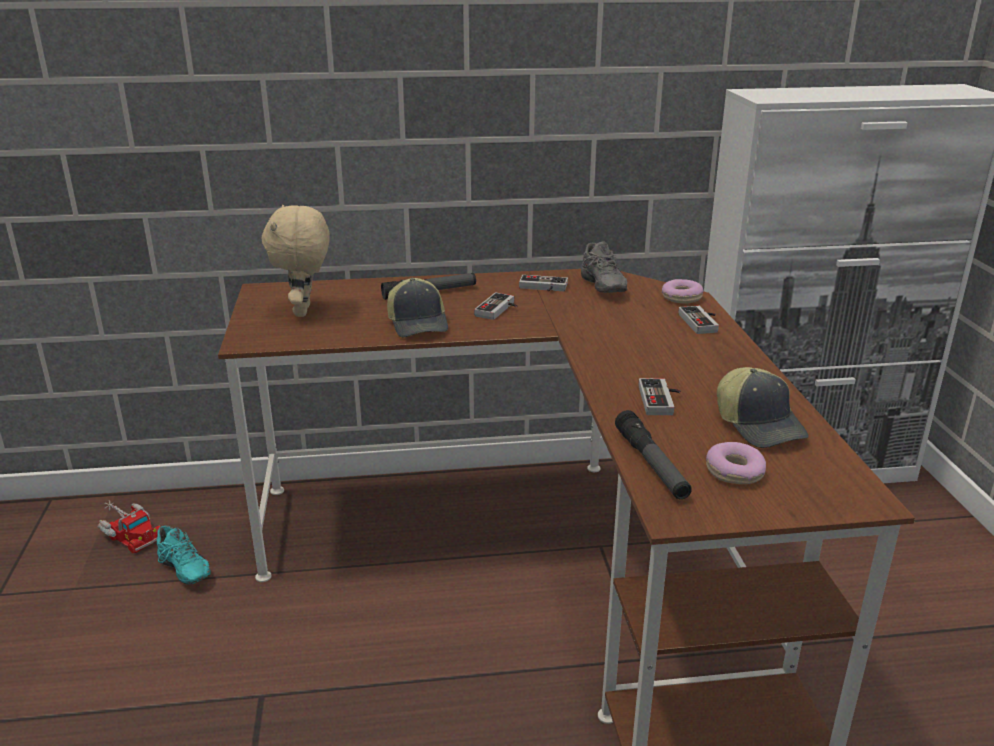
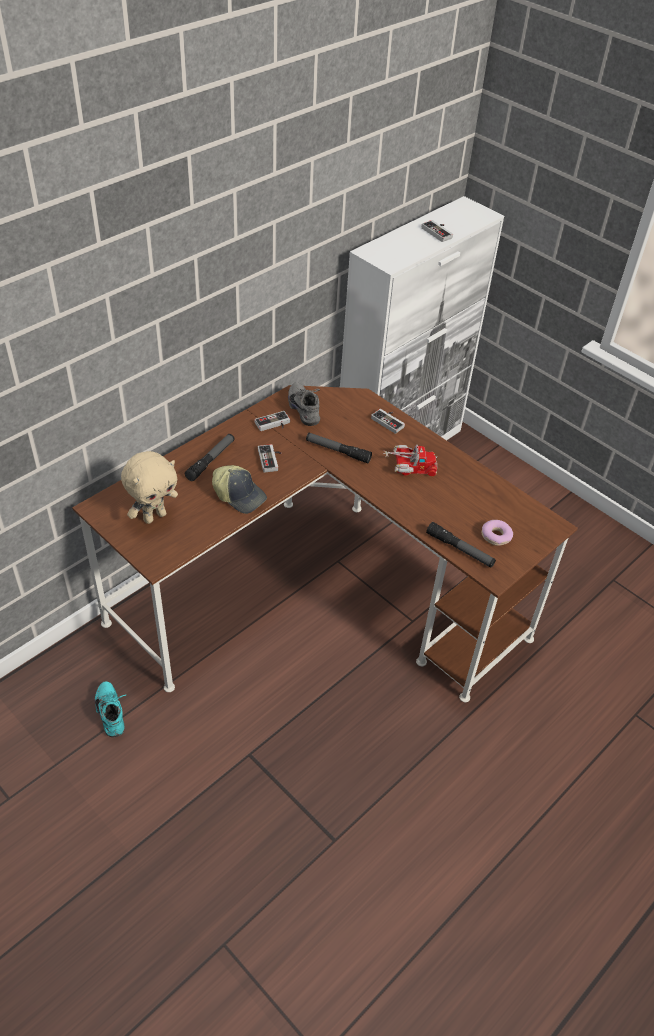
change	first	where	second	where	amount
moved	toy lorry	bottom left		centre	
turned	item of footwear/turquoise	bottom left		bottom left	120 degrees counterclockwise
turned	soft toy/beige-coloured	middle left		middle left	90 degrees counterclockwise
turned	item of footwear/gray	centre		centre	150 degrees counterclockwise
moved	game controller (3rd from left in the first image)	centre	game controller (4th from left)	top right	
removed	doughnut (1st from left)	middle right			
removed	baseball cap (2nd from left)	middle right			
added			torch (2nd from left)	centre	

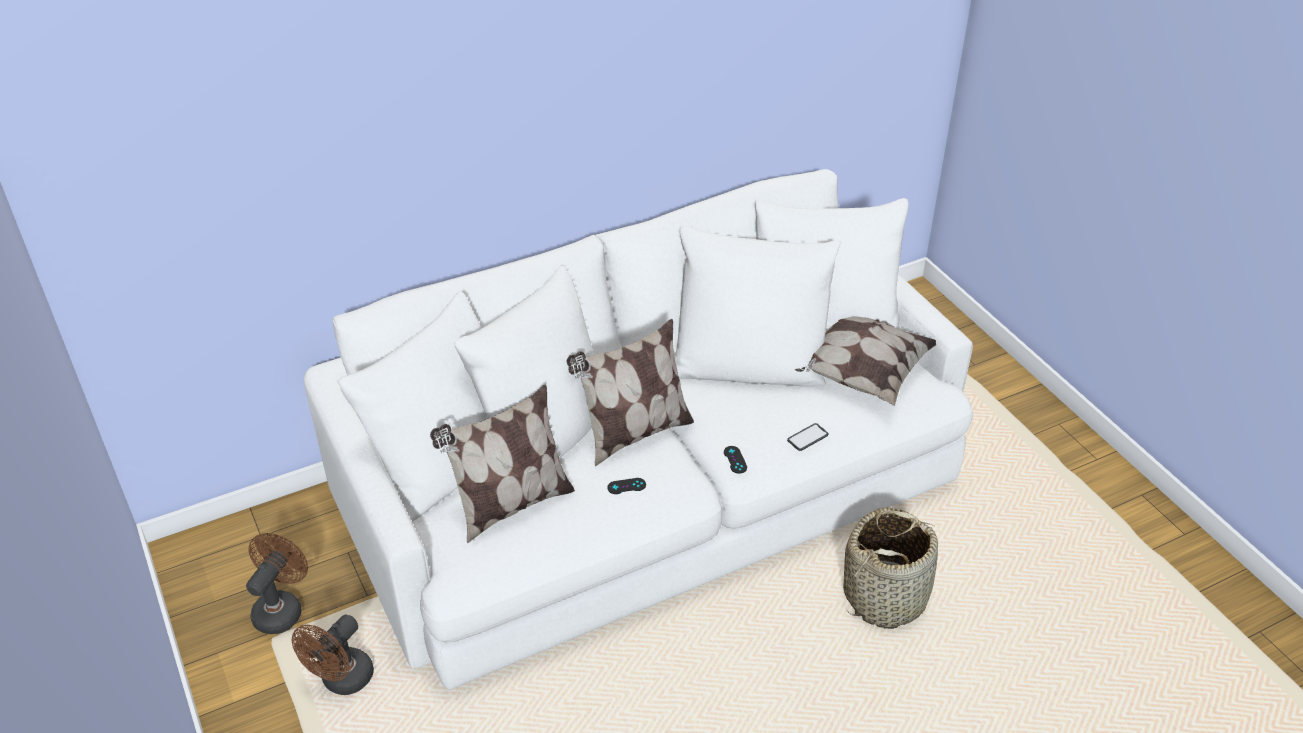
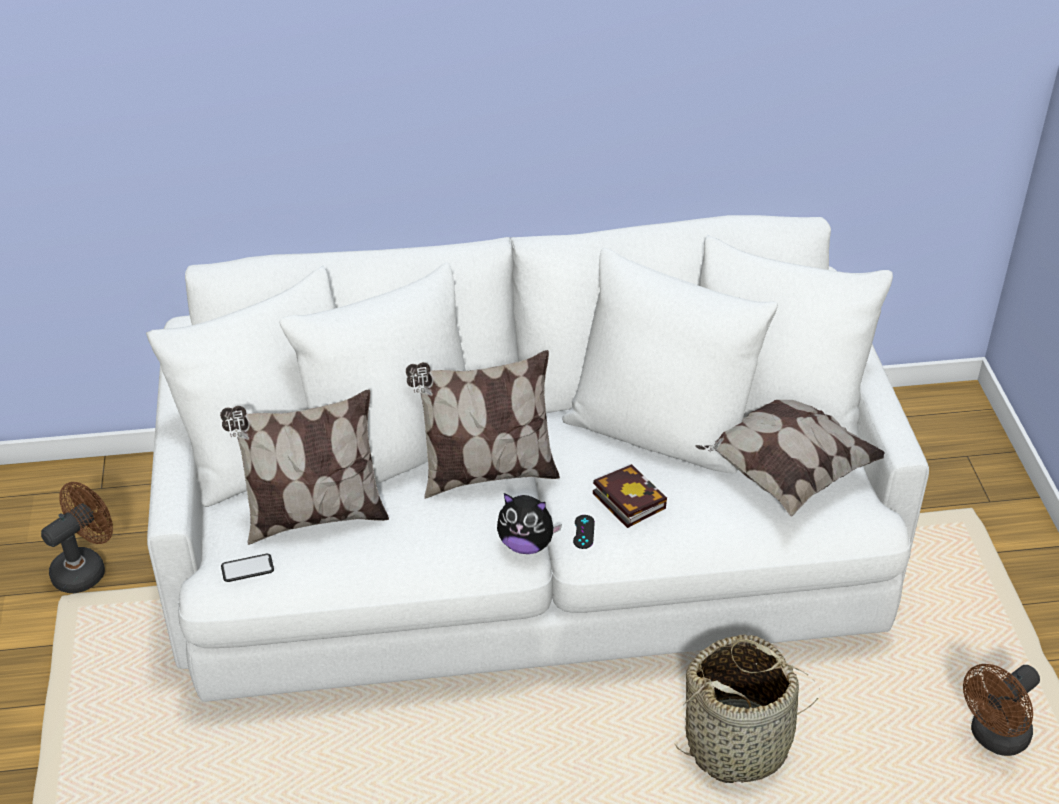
change	first	where	second	where	amount
moved	fan/brownish (2nd from left)	bottom left		bottom right	
removed	game controller/blackish (1st from left)	centre			
moved	telephone	centre		bottom left	
added			soft toy	centre	
added			book	centre	

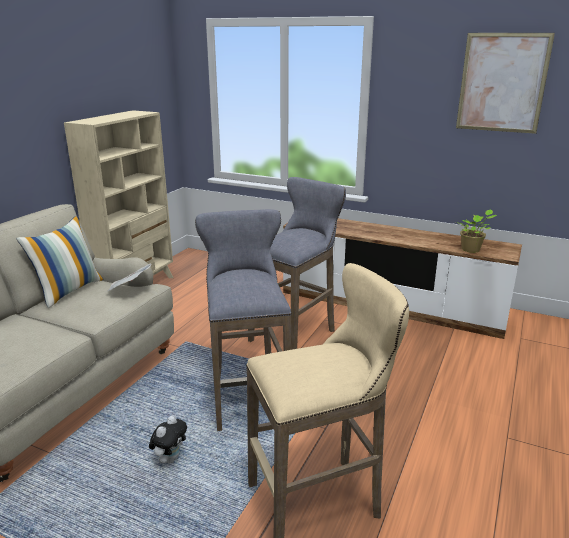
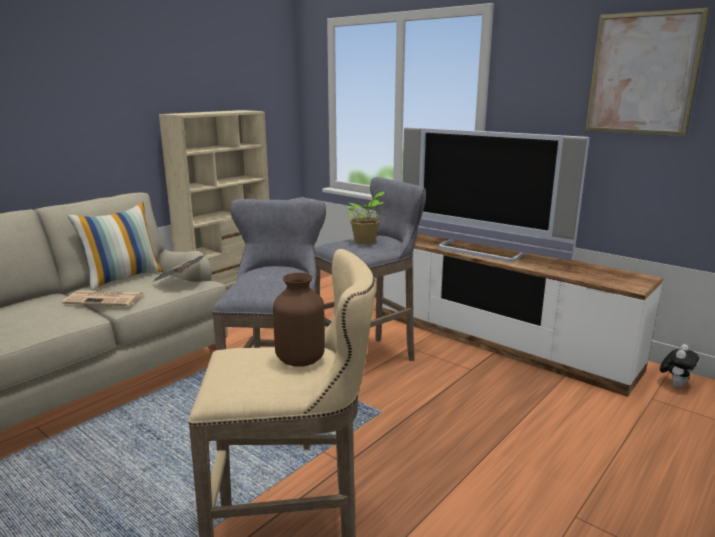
change	first	where	second	where	amount
moved	soft toy	bottom left		bottom right	
moved	potted plant	middle right		centre	
added			printed paper (1st from left)	middle left	
added			decorative vase/brownish	centre	
added			TV	middle right	

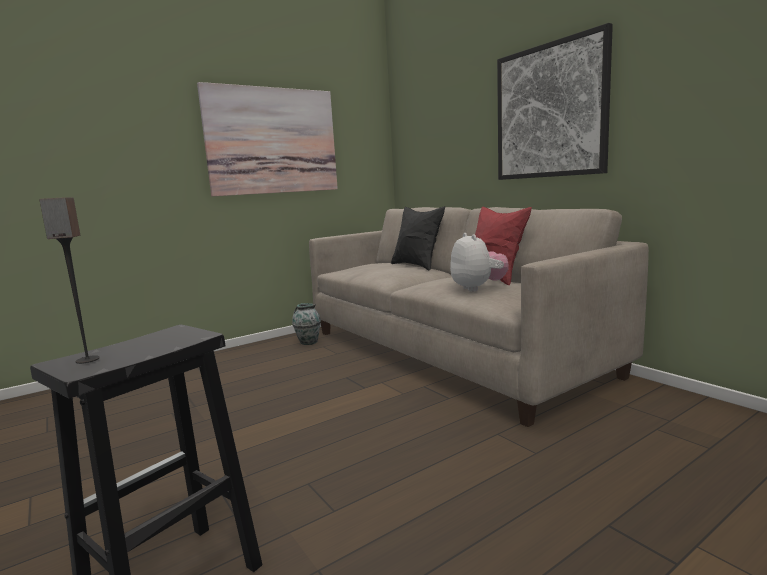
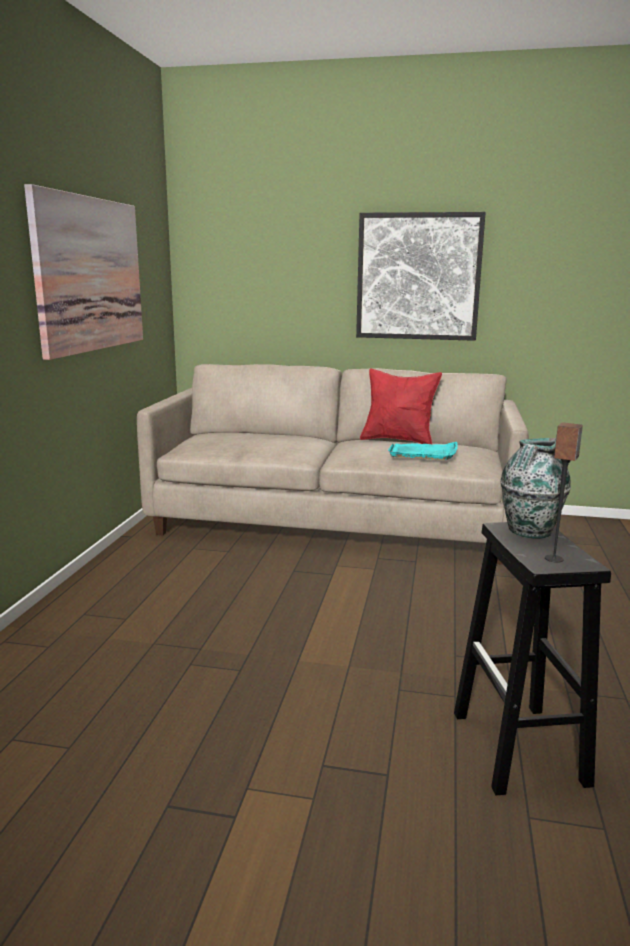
change	first	where	second	where	amount
moved	decorative vase	centre		middle right	
removed	cushion/blackish	centre			
replaced	soft toy	centre	serving tray/turquoise	middle right	

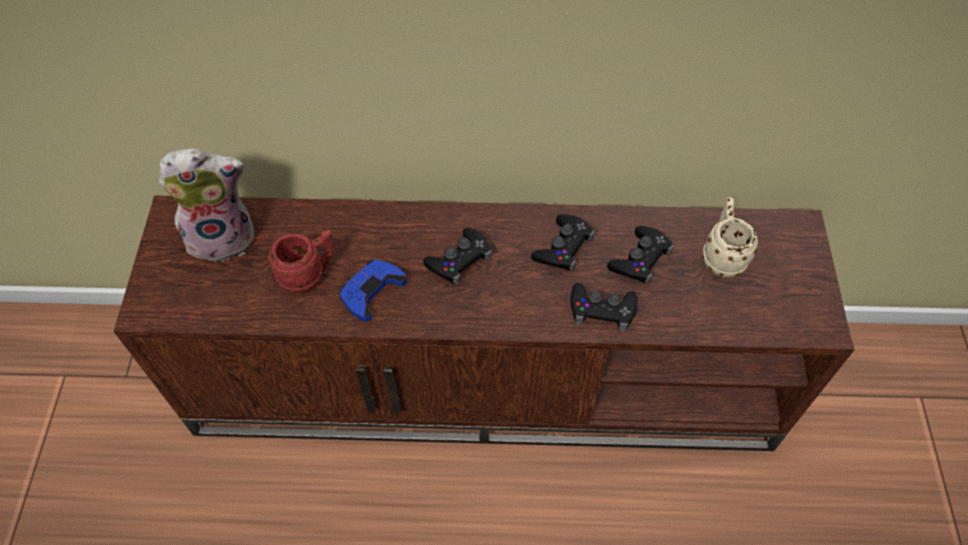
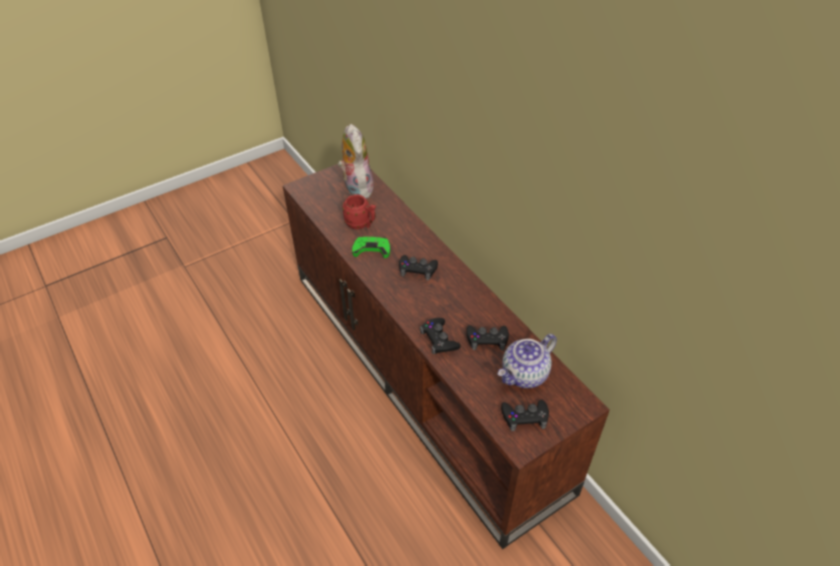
change	first	where	second	where	amount
turned	soft toy	middle left		top centre	150 degrees counterclockwise
recoloured	game controller/bluish	centre	game controller/green	centre	
moved	game controller/blackish (2nd from left in the first image)	centre	game controller/blackish (4th from left)	bottom centre	
replaced	tea mug/beige-coloured	middle right	tea pot	centre	

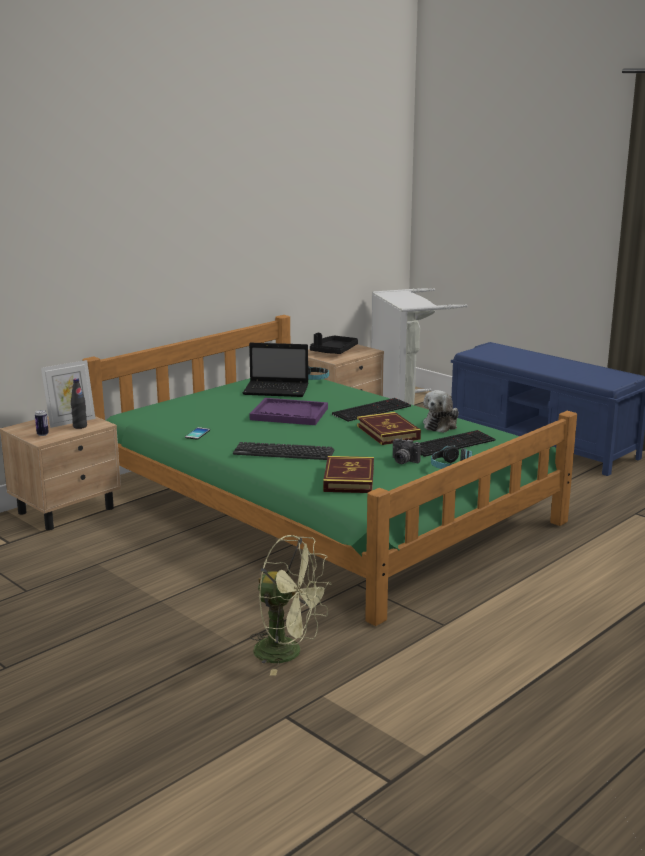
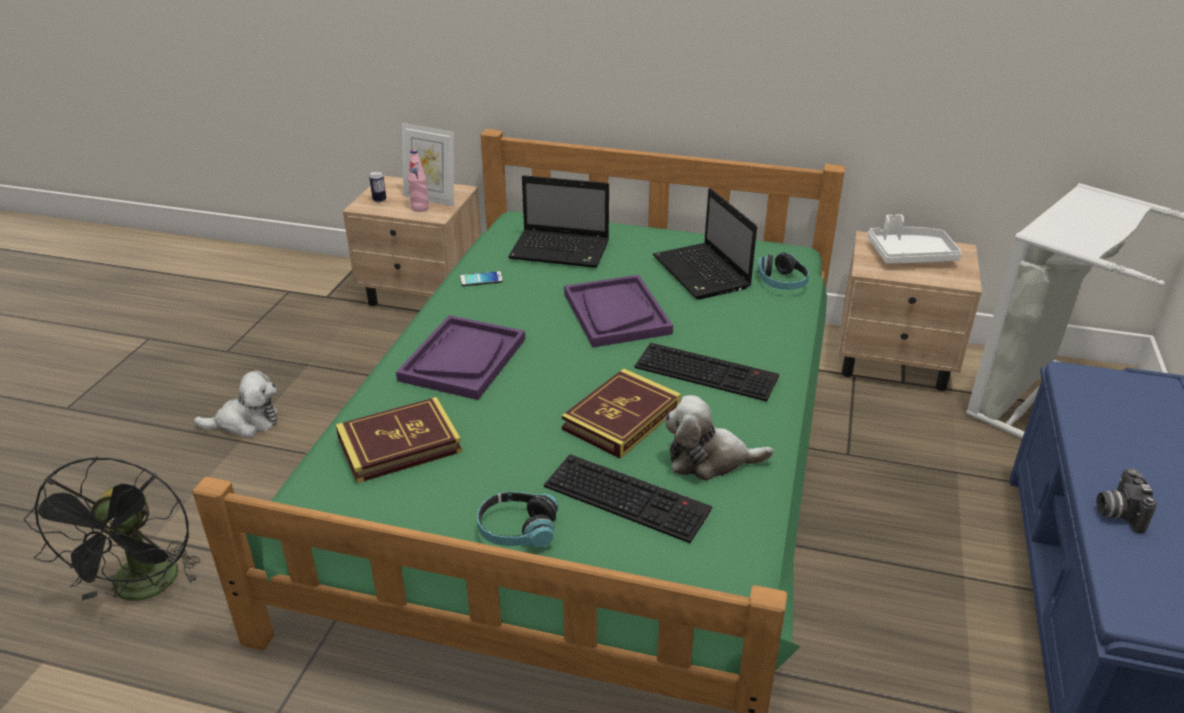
change	first	where	second	where	amount
recoloured	drink bottle/blackish	middle left	drink bottle/pink	top centre	
replaced	computer keyboard (1st from left)	centre	serving tray/purplish (1st from left)	centre	
recoloured	fan/green	bottom centre	fan/blackish	bottom left	
recoloured	serving tray/blackish	centre	serving tray/white-coloured	middle right	
moved	still camera	centre		bottom right	
added			soft toy (1st from left)	middle left	
added			portable computer (1st from left)	top centre	

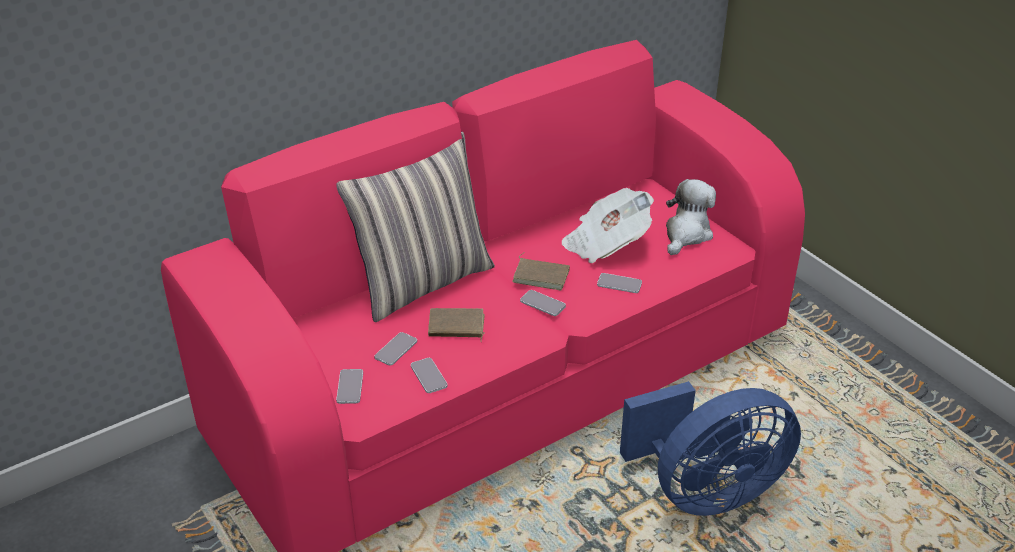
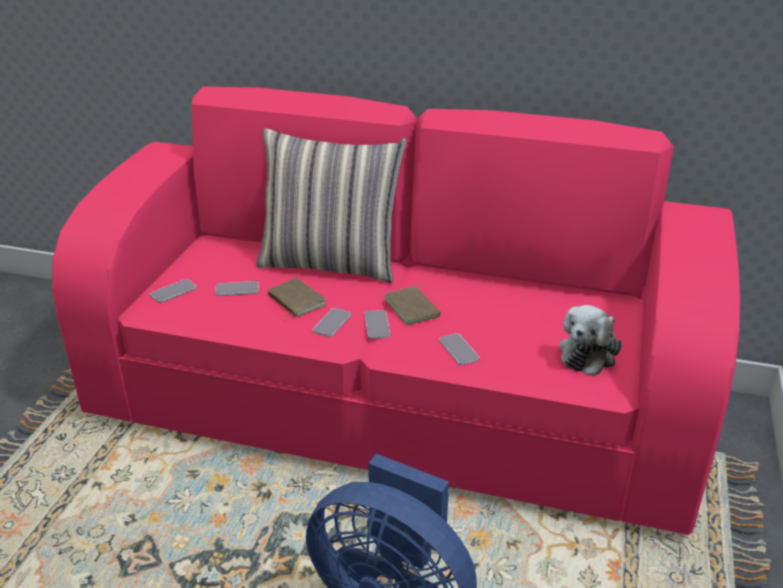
change	first	where	second	where	amount
moved	telephone (3rd from left)	bottom centre		centre	
removed	printed paper	centre			
turned	soft toy	middle right		middle right	135 degrees clockwise

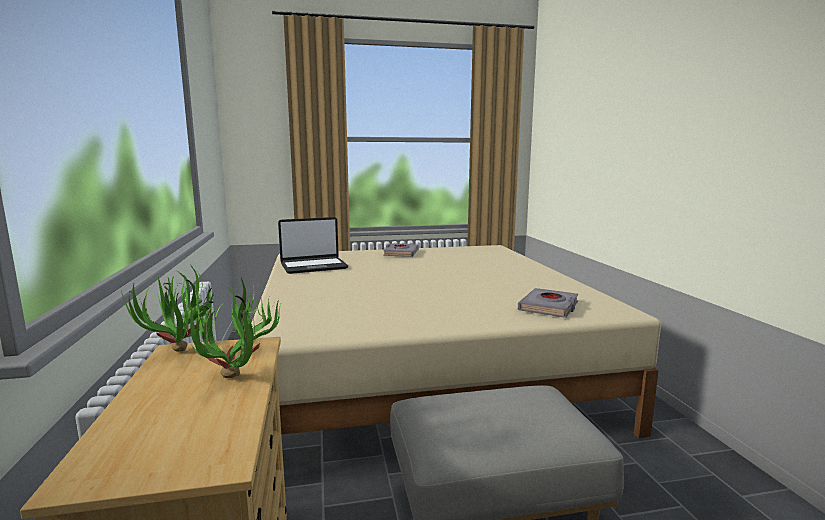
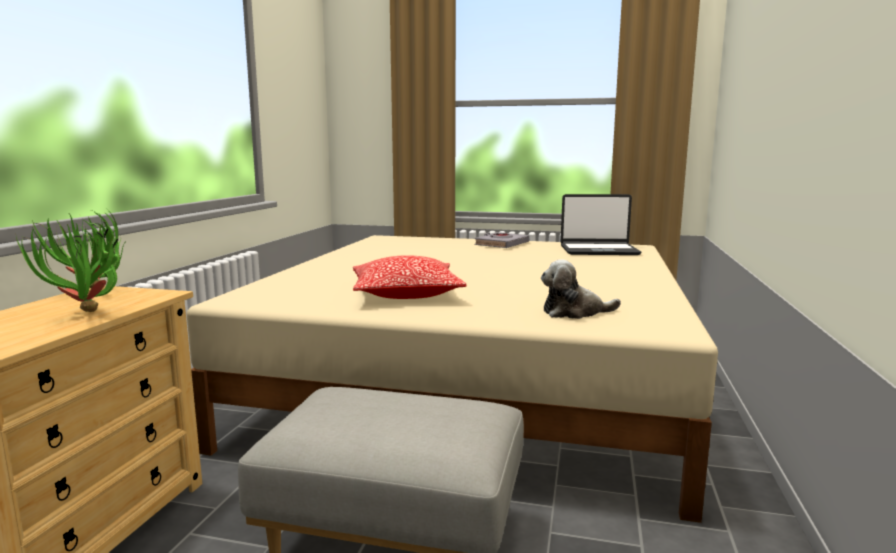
change	first	where	second	where	amount
moved	portable computer	centre		middle right	
replaced	book/gray (2nd from left)	centre	soft toy	centre	
added			cushion	centre	

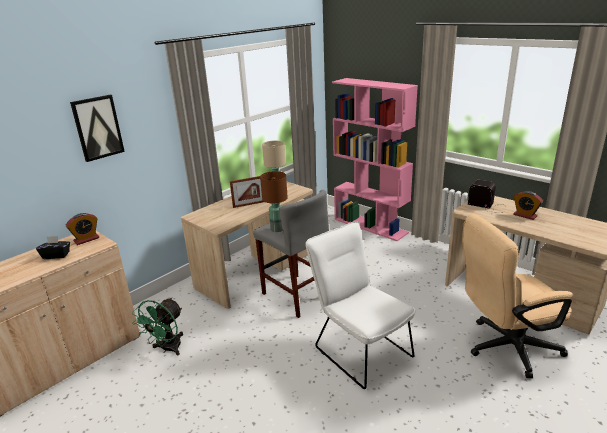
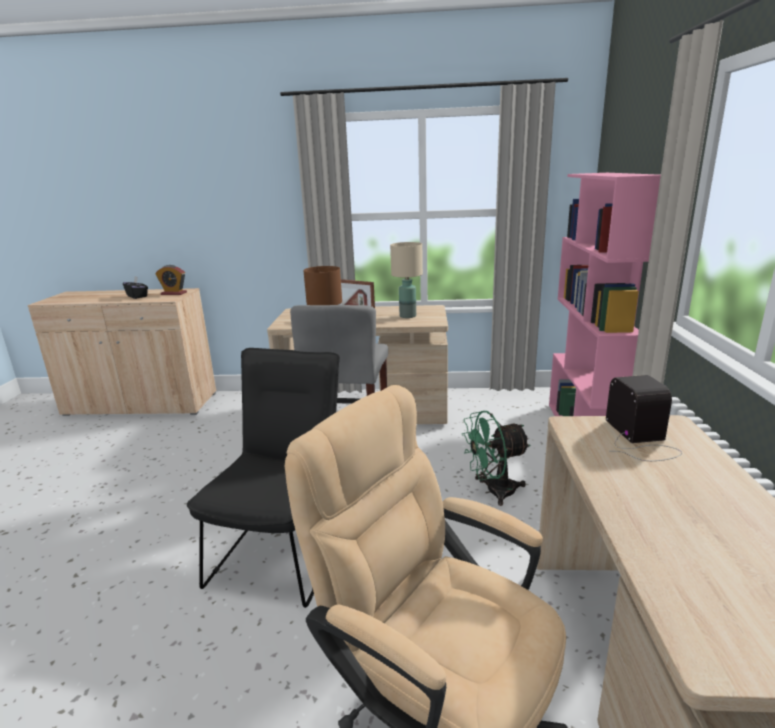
change	first	where	second	where	amount
removed	wall art	top left			
moved	fan/green	bottom left		centre	
recoloured	chair/white-coloured	bottom centre	chair/blackish	centre	
removed	bedside clock (2nd from left)	middle right			

